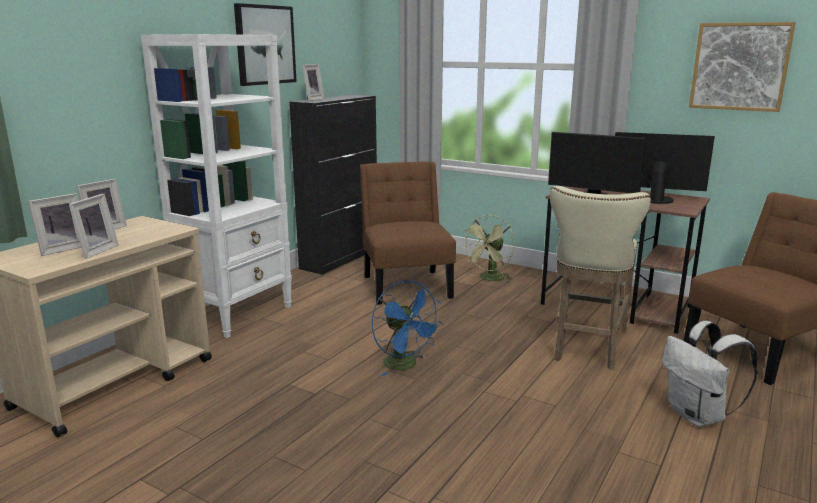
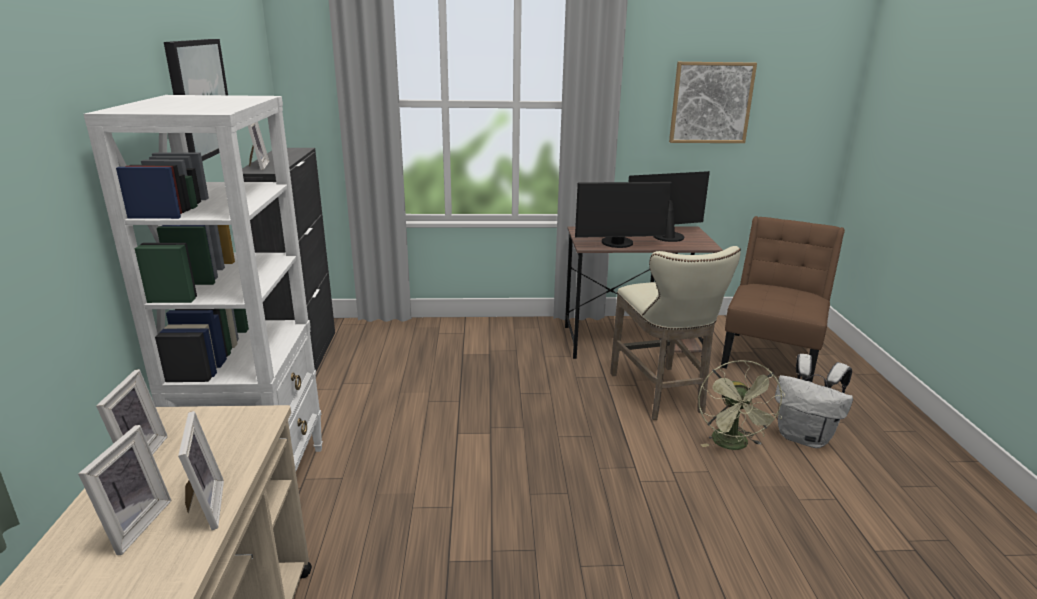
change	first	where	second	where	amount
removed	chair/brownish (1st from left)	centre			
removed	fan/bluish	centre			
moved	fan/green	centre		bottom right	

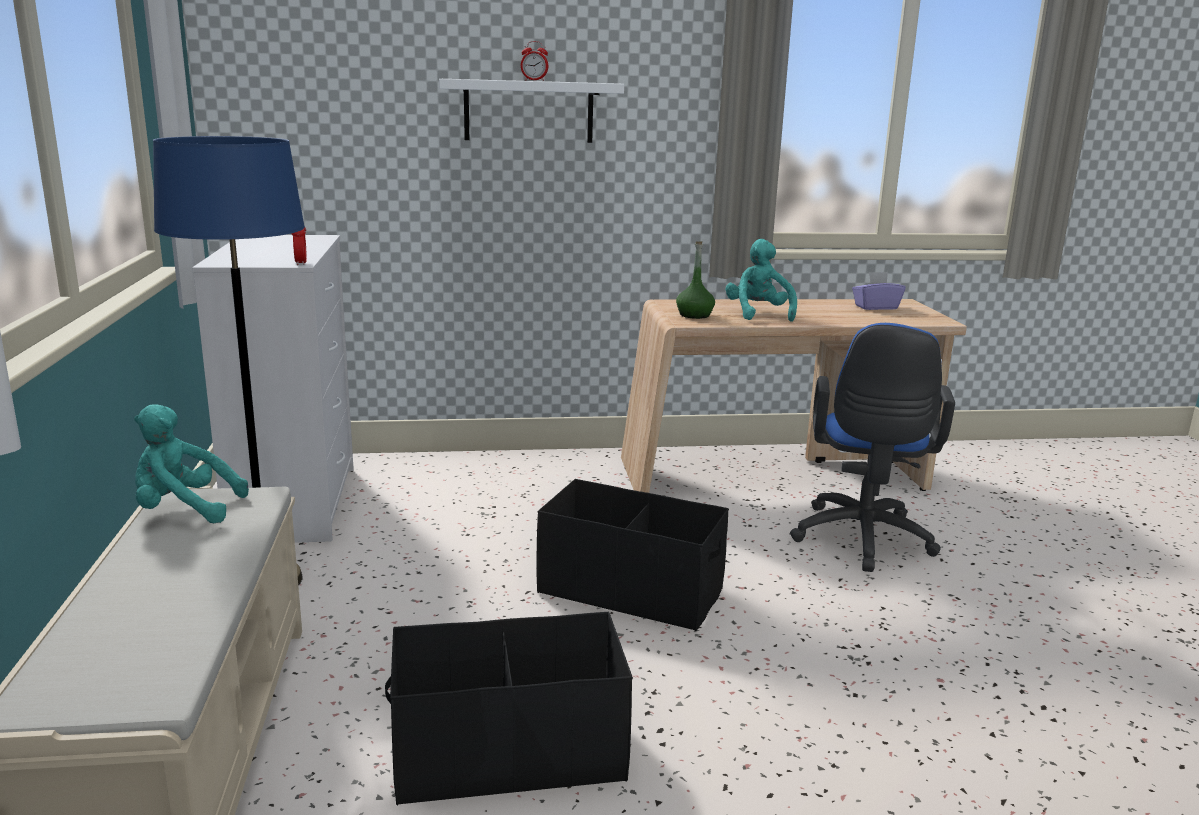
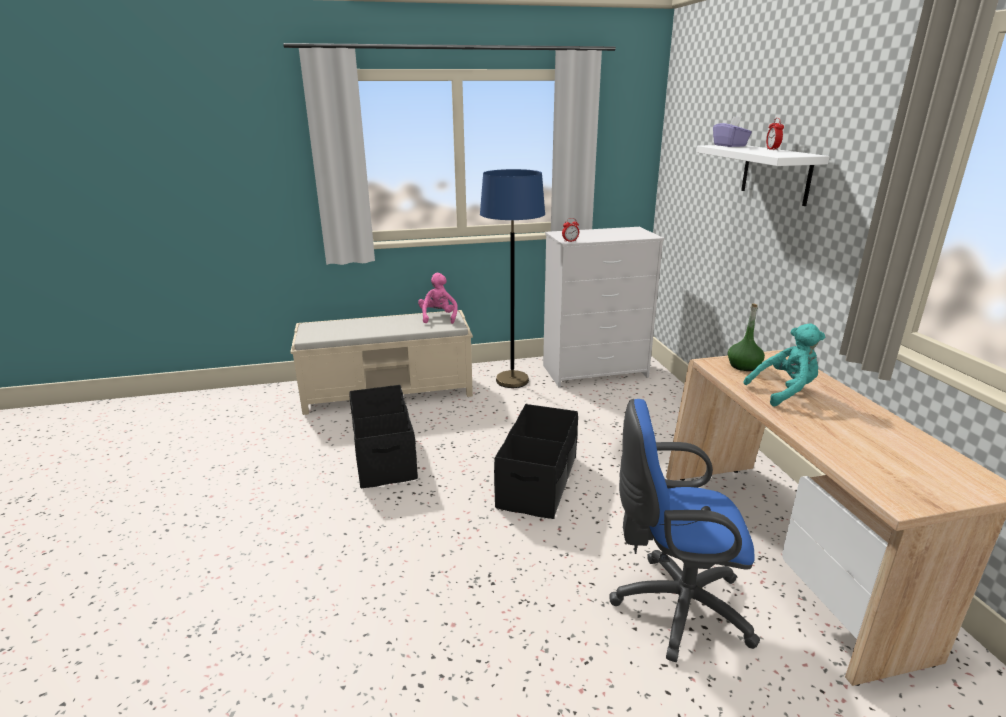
change	first	where	second	where	amount
recoloured	soft toy/turquoise (1st from left)	middle left	soft toy/pink	centre	
moved	box of tissues/purplish	middle right		top right	

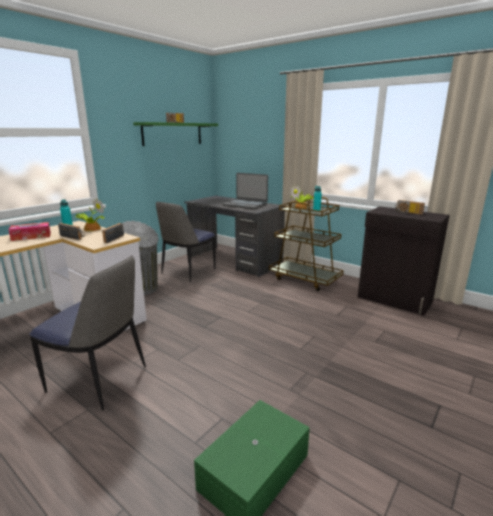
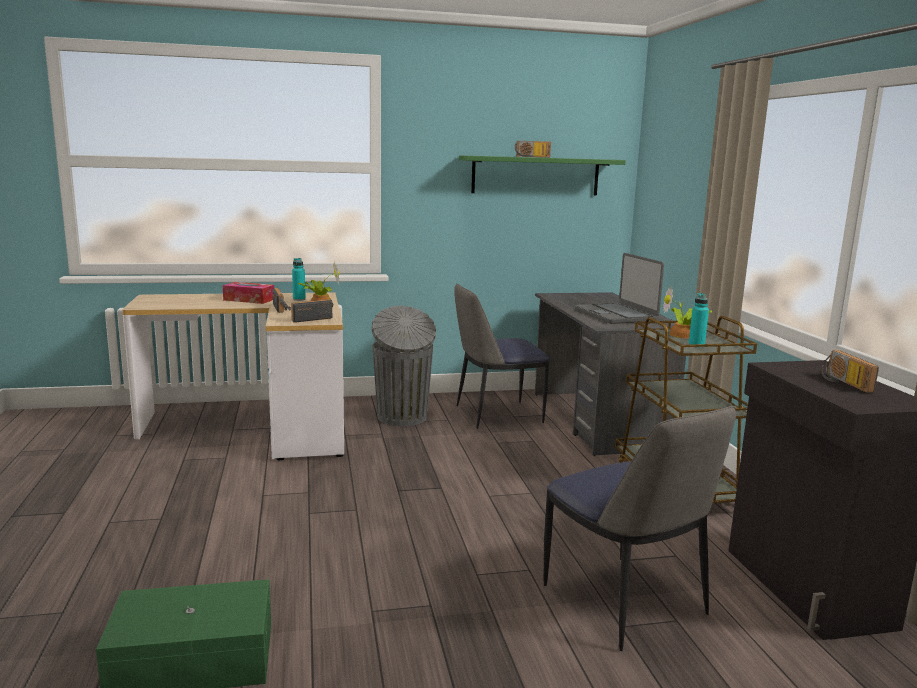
change	first	where	second	where	amount
moved	chair (1st from left in the first image)	middle left	chair (2nd from left)	bottom right	

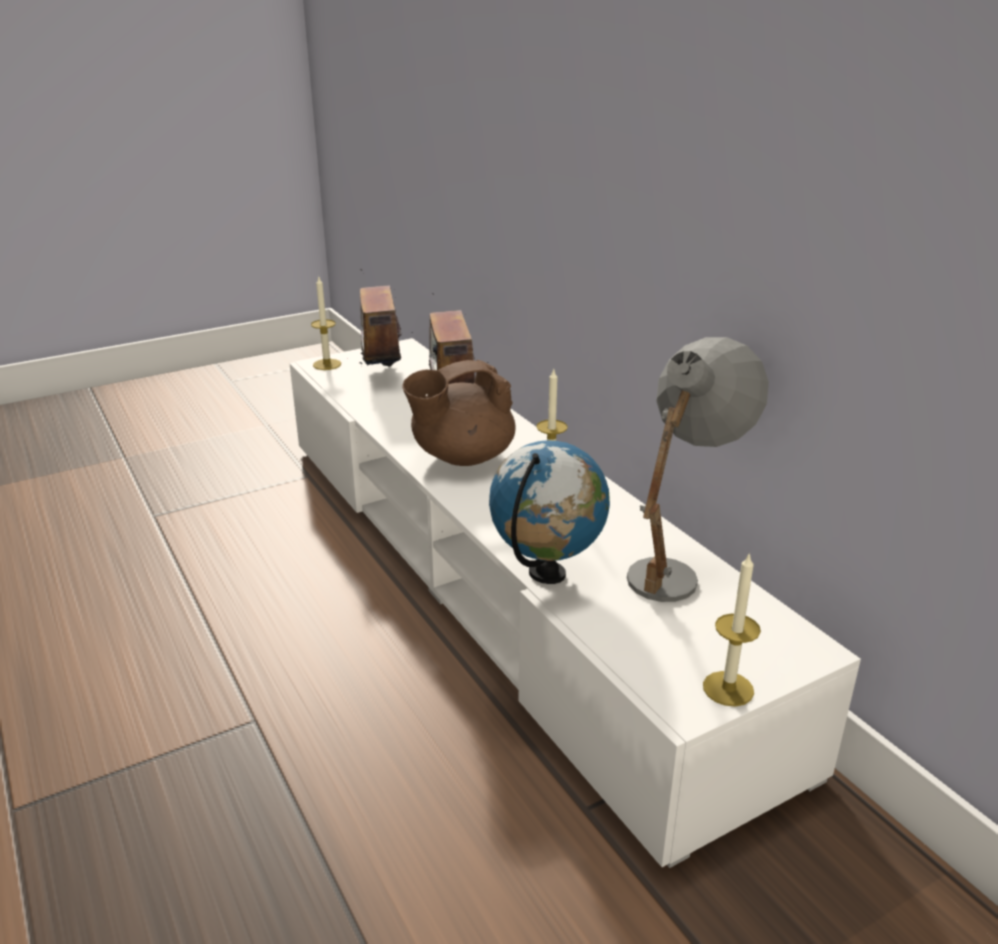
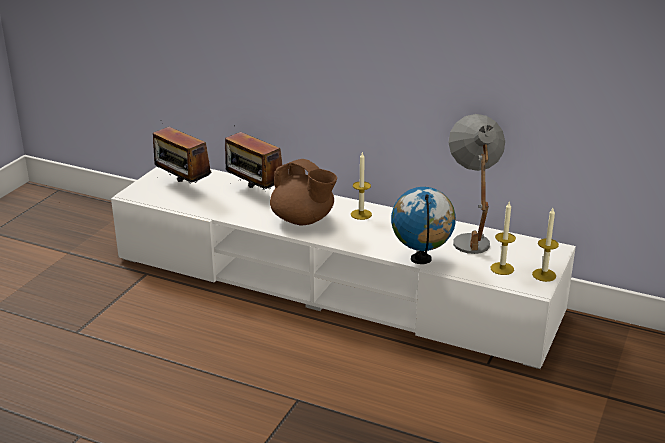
change	first	where	second	where	amount
moved	wax light (1st from left in the first image)	middle left	wax light (2nd from left)	middle right	
turned	tea pot/brownish	centre		centre	75 degrees counterclockwise

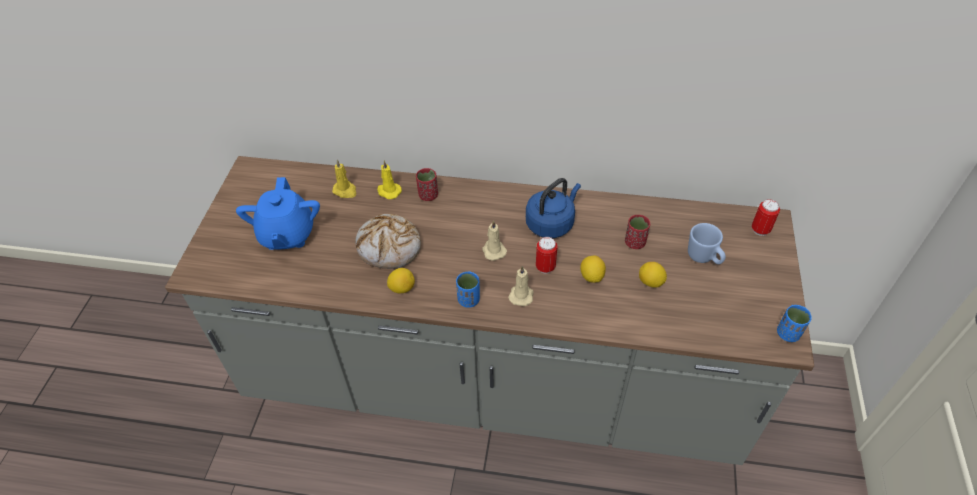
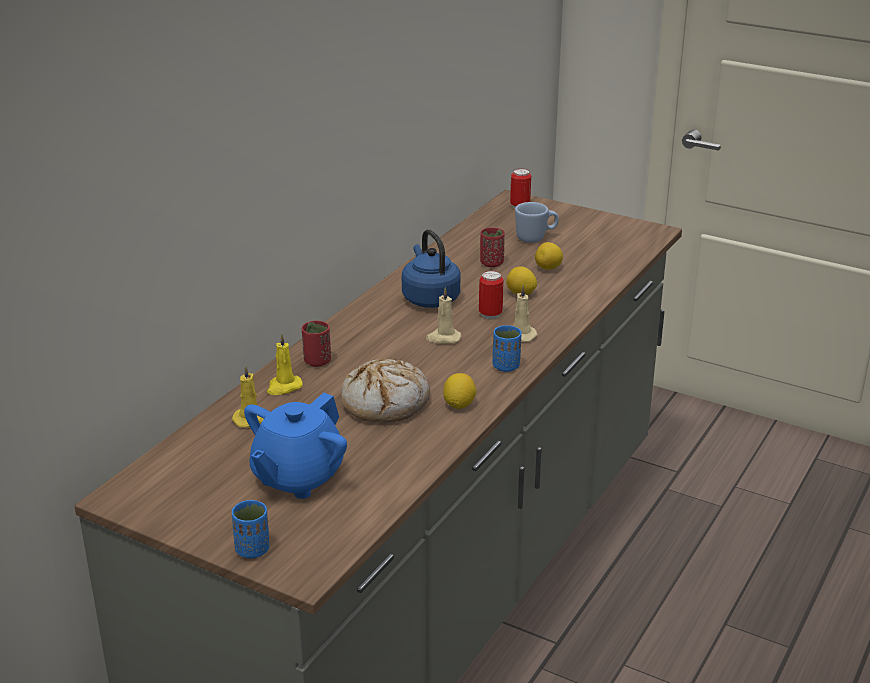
change	first	where	second	where	amount
turned	tea pot/bluish	middle left		centre	105 degrees clockwise
moved	drinking cup/bluish (2nd from left in the first image)	middle right	drinking cup/bluish (1st from left)	bottom left	

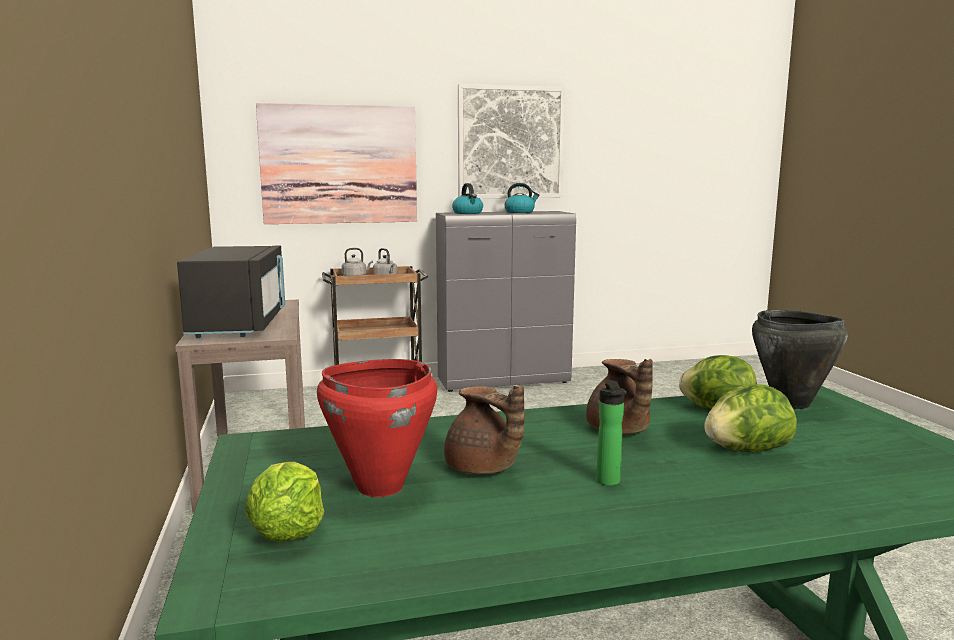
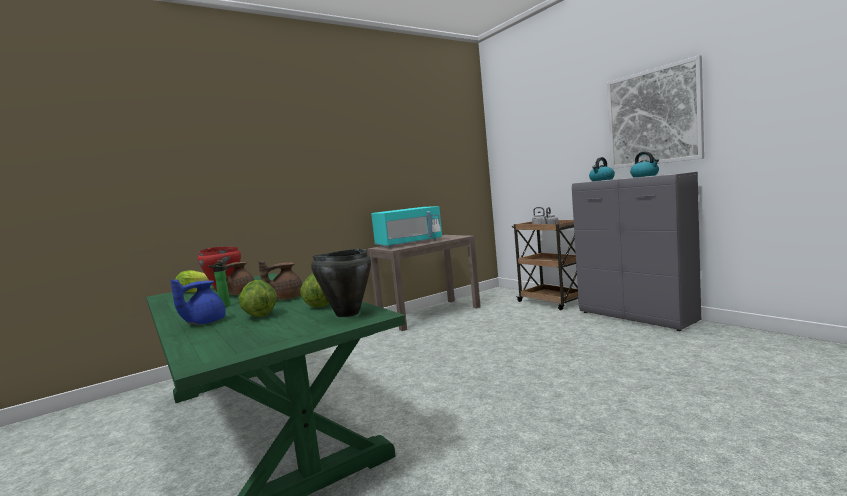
change	first	where	second	where	amount
recoloured	microwave/blackish	middle left	microwave/turquoise	centre	
removed	wall art (1st from left)	top centre			
added			tea pot/bluish	middle left	

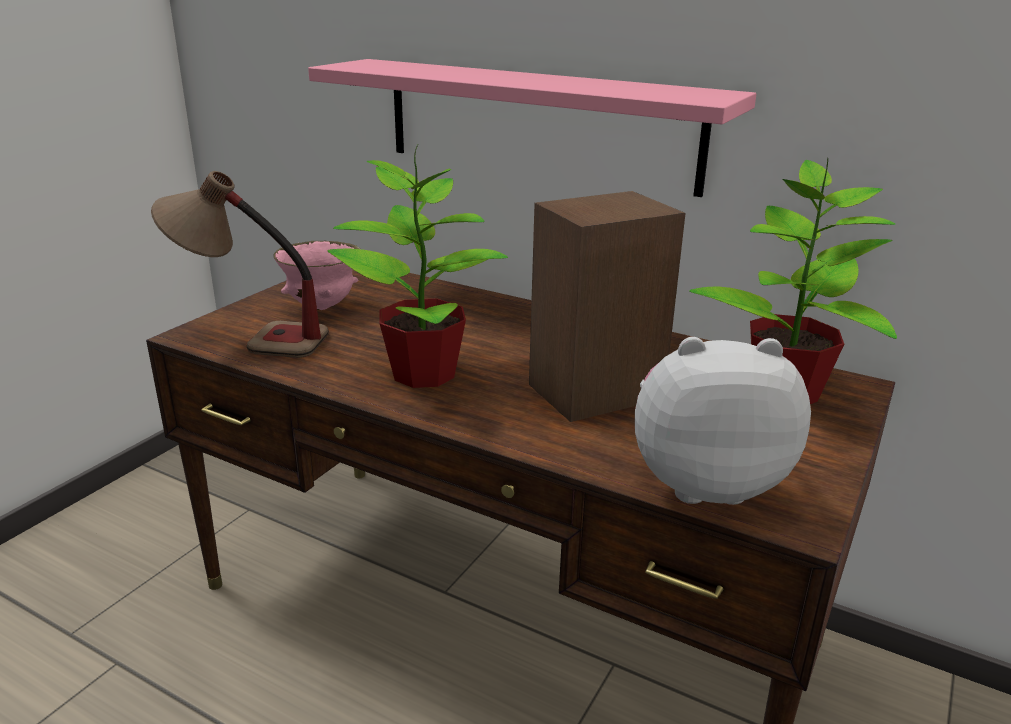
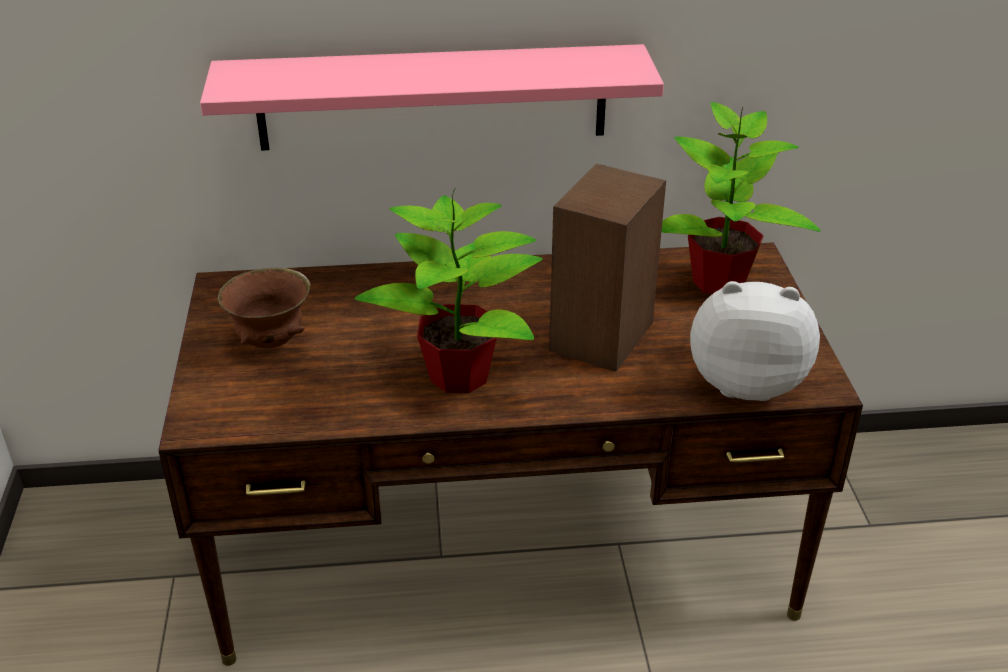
change	first	where	second	where	amount
removed	table lamp	middle left			
recoloured	bowl/pink	middle left	bowl/brownish	middle left	
turned	soft toy	middle right		middle right	45 degrees clockwise

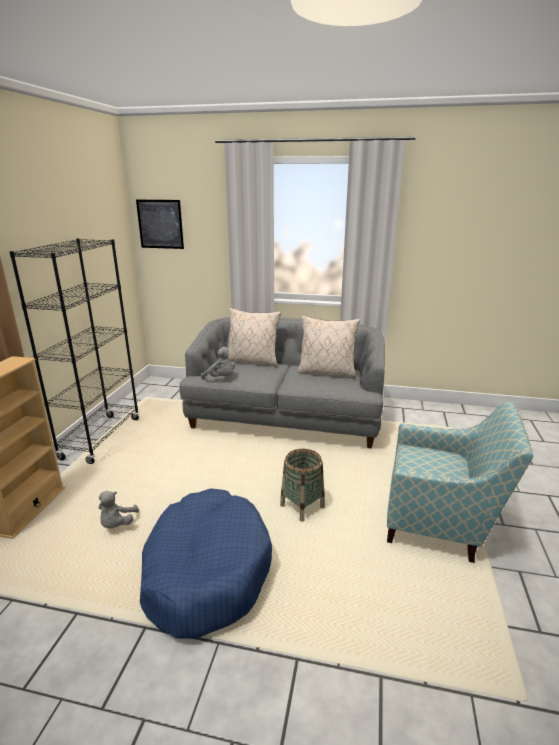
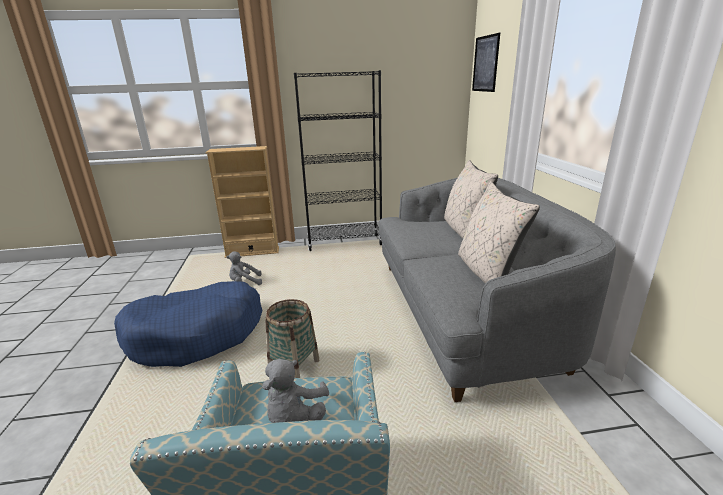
change	first	where	second	where	amount
moved	soft toy/gray (2nd from left)	centre		bottom centre	

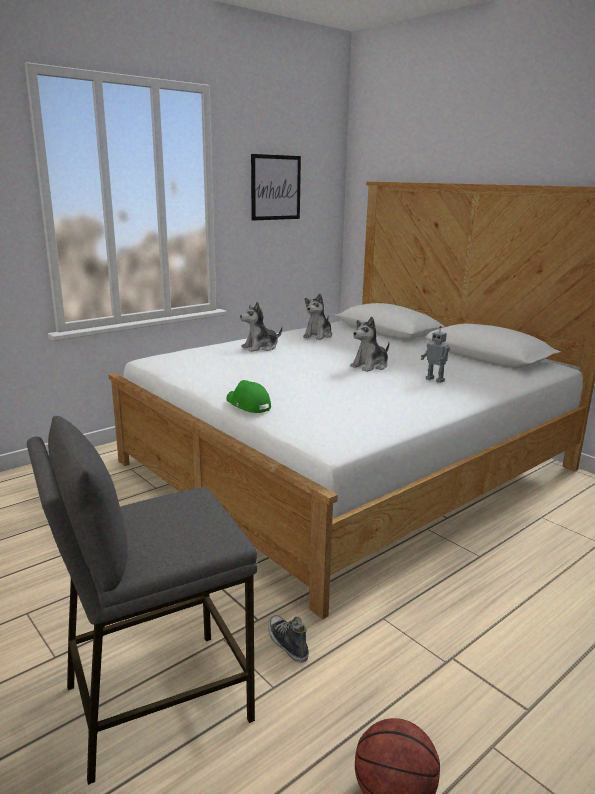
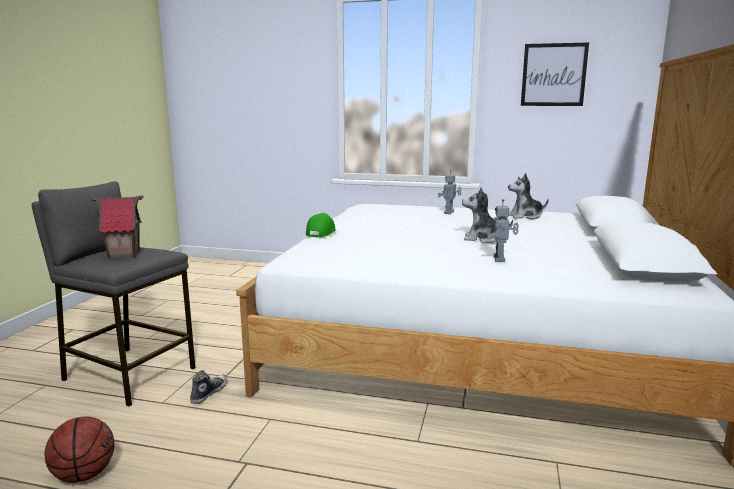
change	first	where	second	where	amount
replaced	soft toy (1st from left)	centre	robot figure (1st from left)	centre	
added			miniature house	middle left	

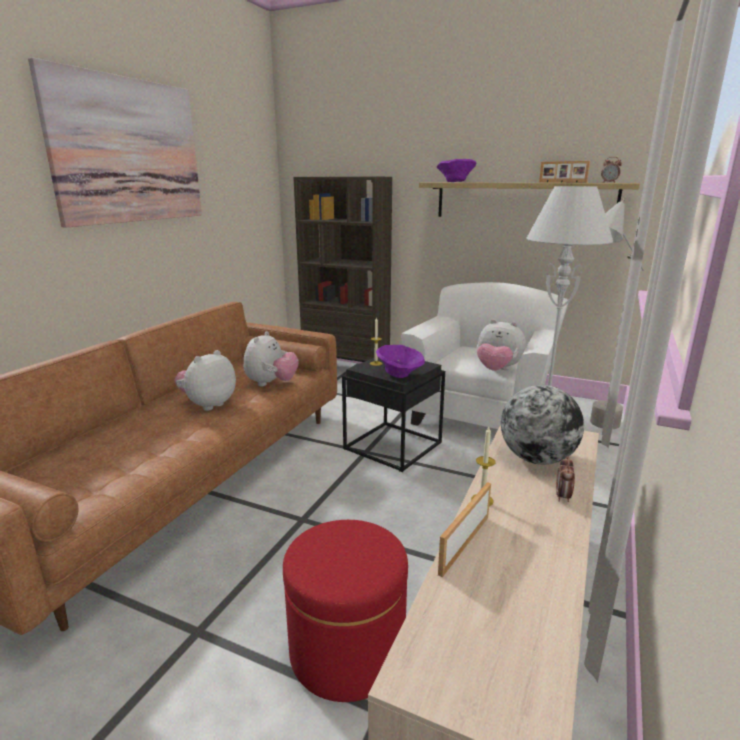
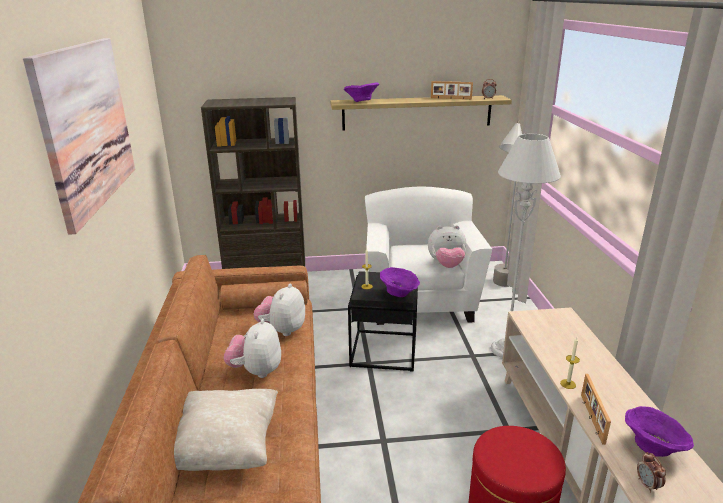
change	first	where	second	where	amount
turned	soft toy (2nd from left)	centre		centre	150 degrees counterclockwise
removed	globe	middle right			
moved	bedside clock (1st from left in the first image)	middle right	bedside clock (2nd from left)	bottom right	
added			cushion/beige-coloured	bottom left	
added			bowl/purplish (3rd from left)	bottom right	

